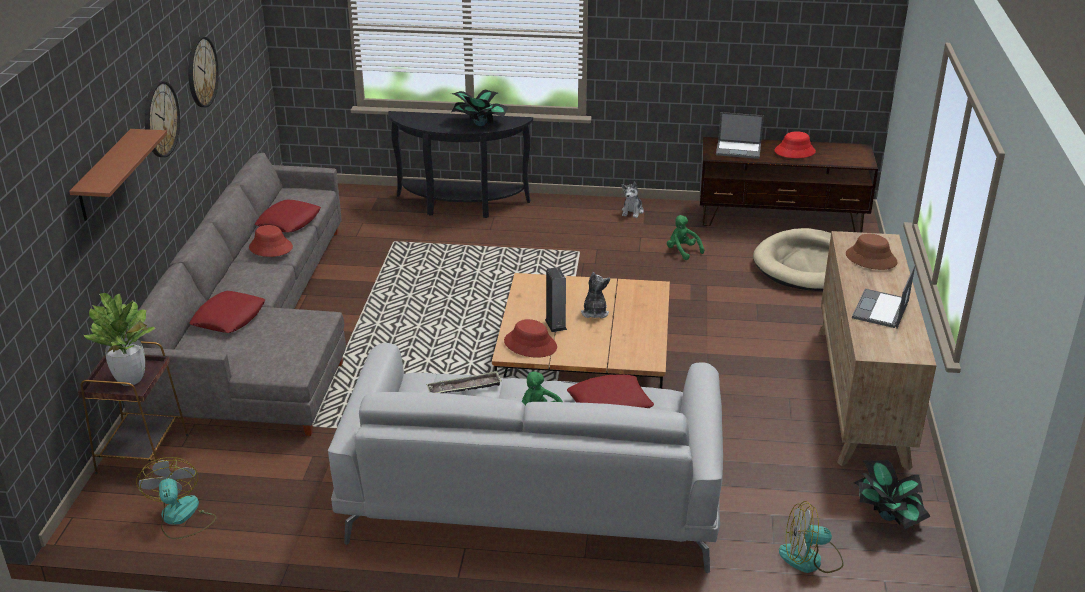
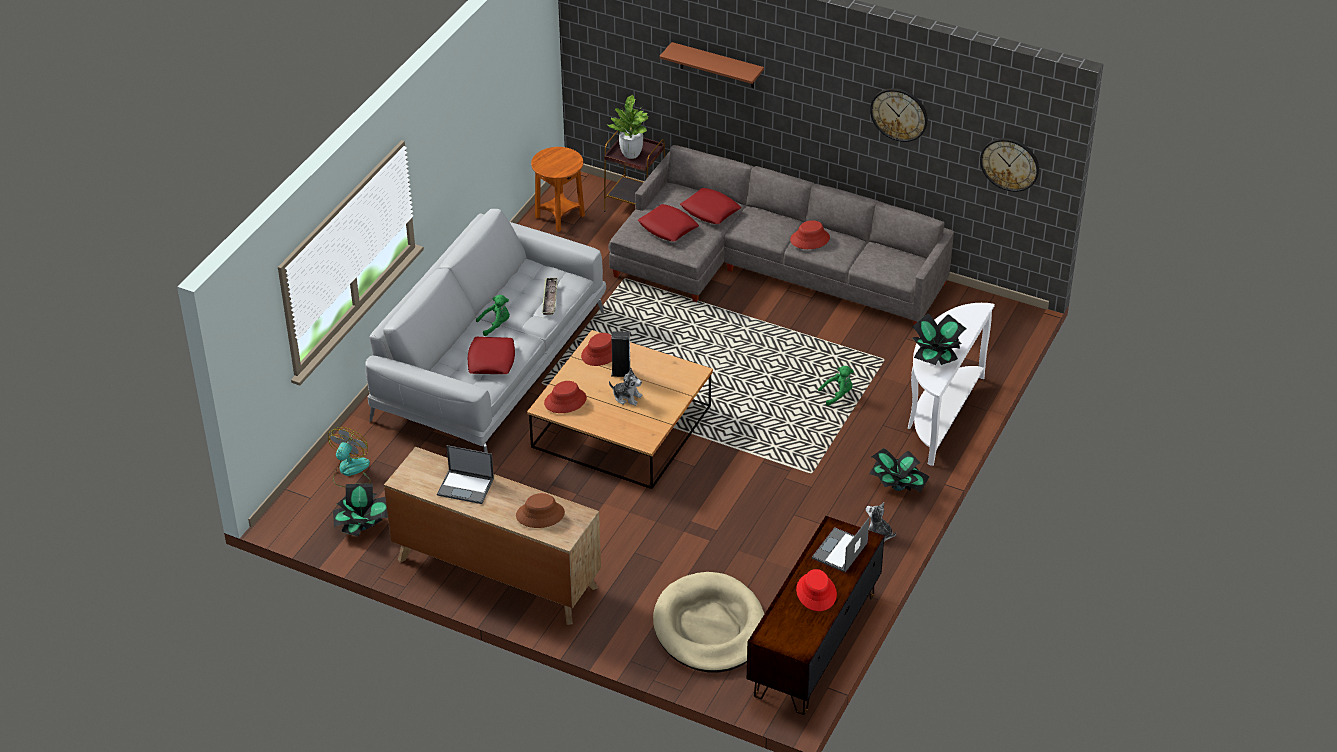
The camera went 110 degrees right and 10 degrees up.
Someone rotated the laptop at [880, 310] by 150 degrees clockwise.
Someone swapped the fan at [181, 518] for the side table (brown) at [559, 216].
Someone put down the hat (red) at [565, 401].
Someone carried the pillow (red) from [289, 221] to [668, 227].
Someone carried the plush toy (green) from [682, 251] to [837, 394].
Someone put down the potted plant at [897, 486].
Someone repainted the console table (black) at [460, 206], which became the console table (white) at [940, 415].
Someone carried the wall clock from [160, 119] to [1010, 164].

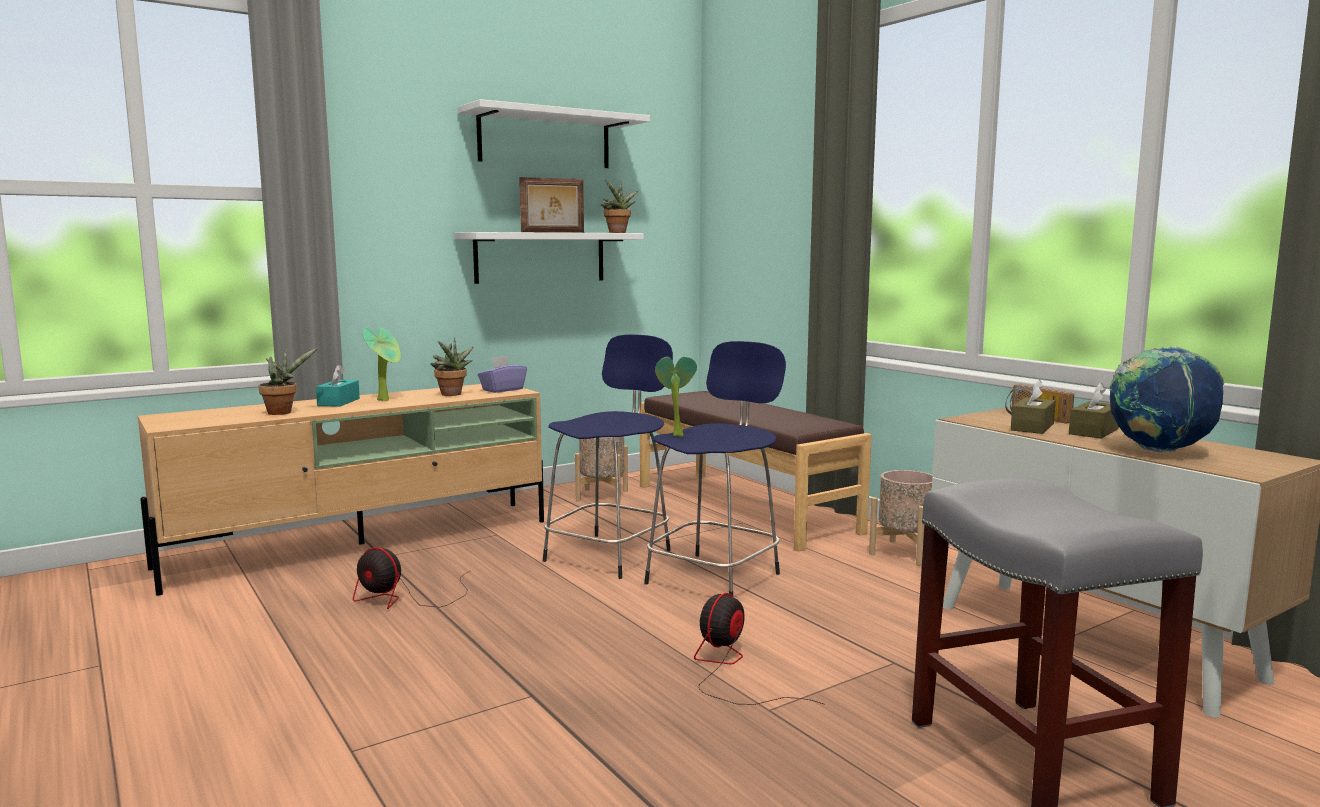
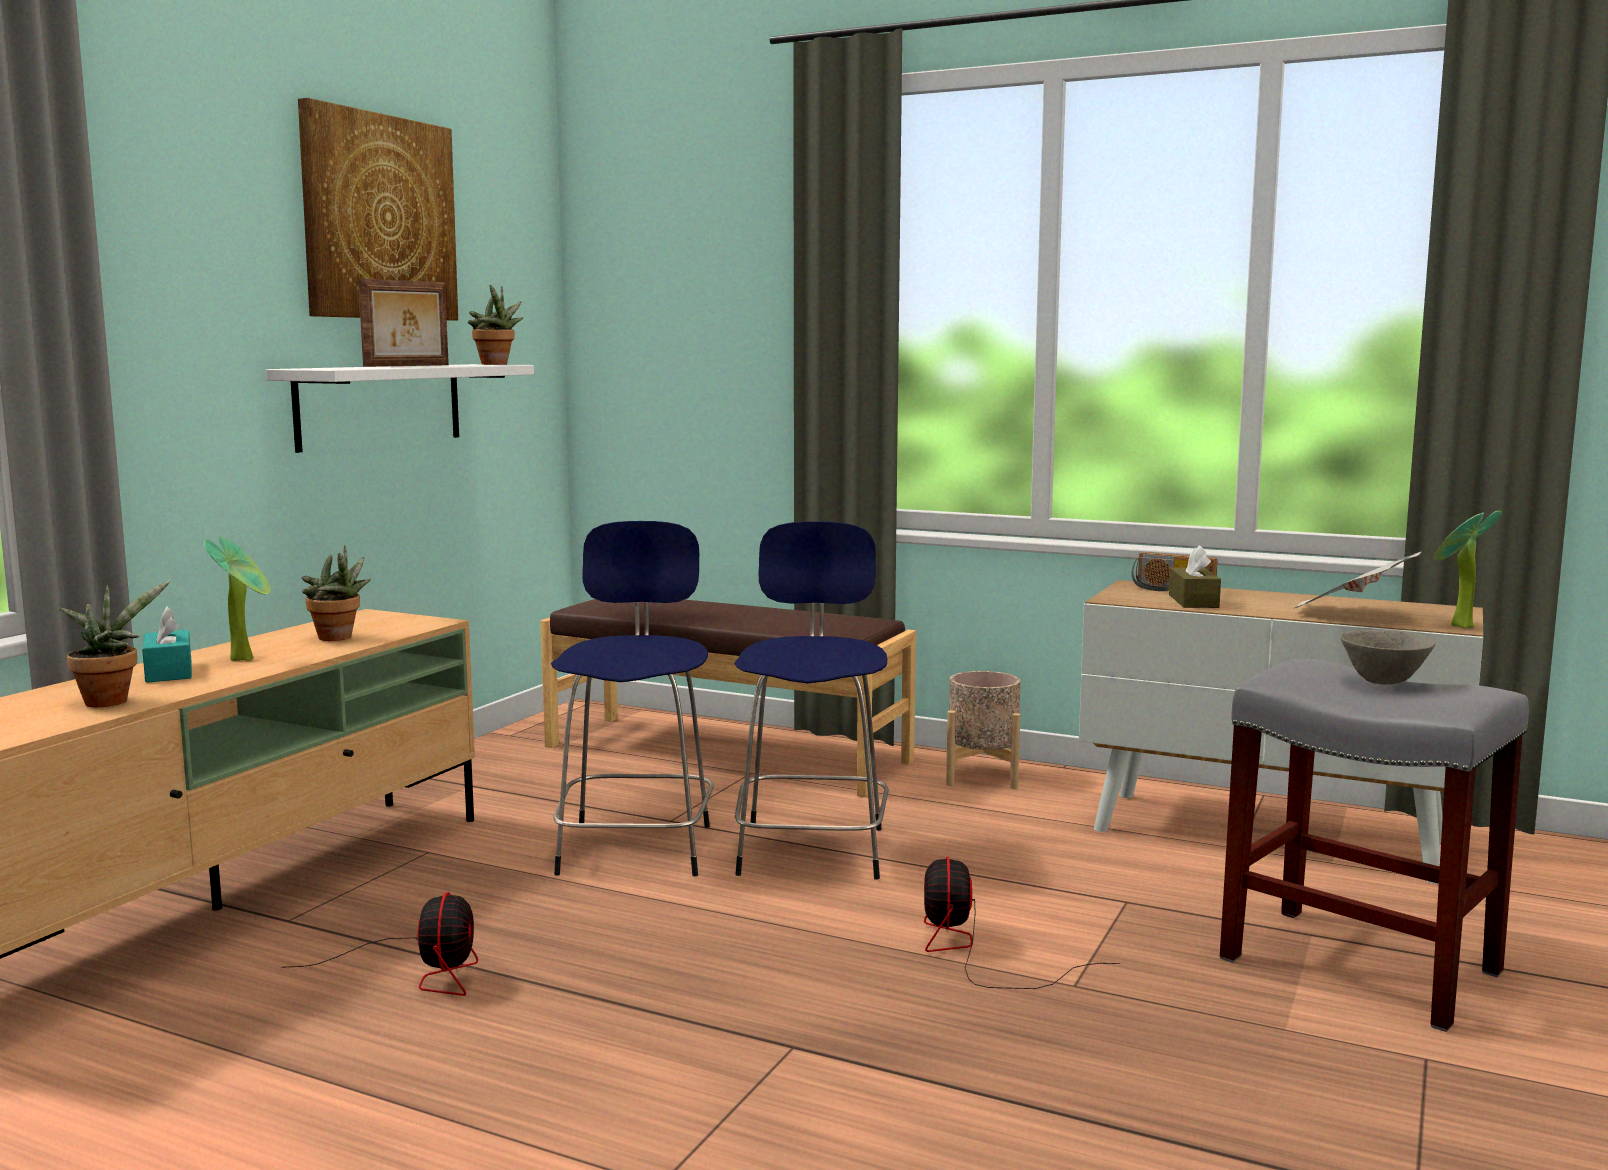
The camera went 30 degrees left and 0 degrees up.
Someone rotated the fan at [406, 598] by 90 degrees counterclockwise.
Someone swapped the shelf (white) at [545, 139] for the picture at [379, 218].
Someone swapped the globe at [1158, 451] for the newspaper at [1350, 614].
Someone put down the bowl (grey) at [1383, 682].
Someone carried the potted plant from [675, 435] to [1457, 627].
Someone took away the tissue box (purple) at [502, 390].
Someone took away the planter (beige) at [602, 496].
Someone took away the tissue box (brown) at [1093, 431].

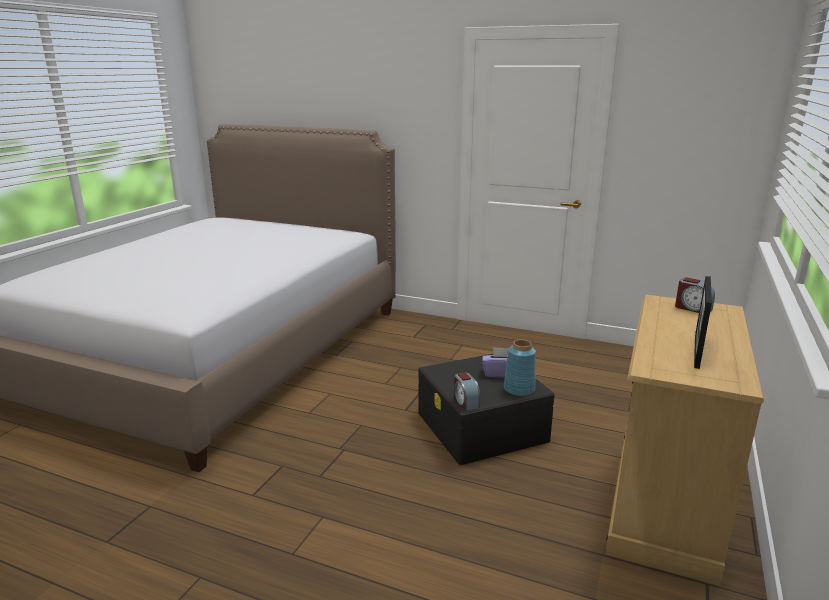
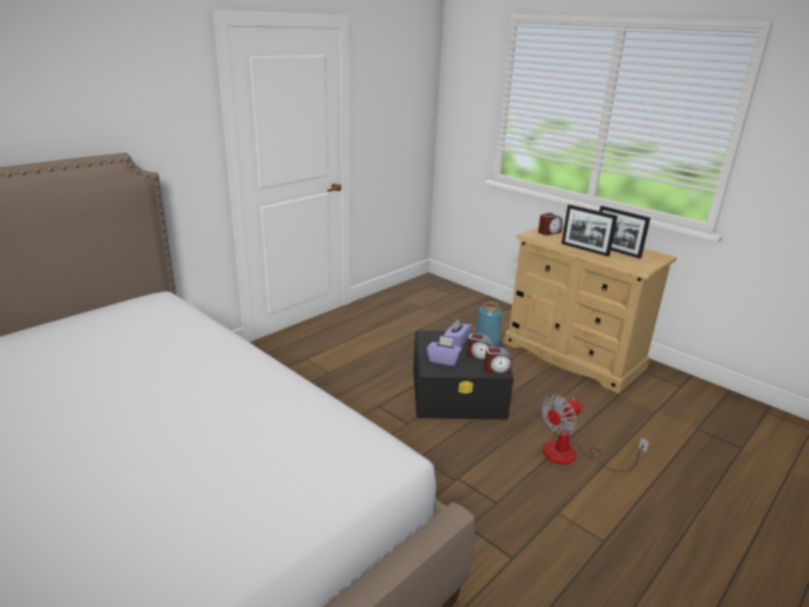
The camera went 70 degrees left and 5 degrees up.
Someone put down the tissue box (purple) at [443, 360].
Someone put down the alarm clock at [479, 356].
Someone put down the fan at [572, 456].
Someone put down the picture frame at [584, 249].

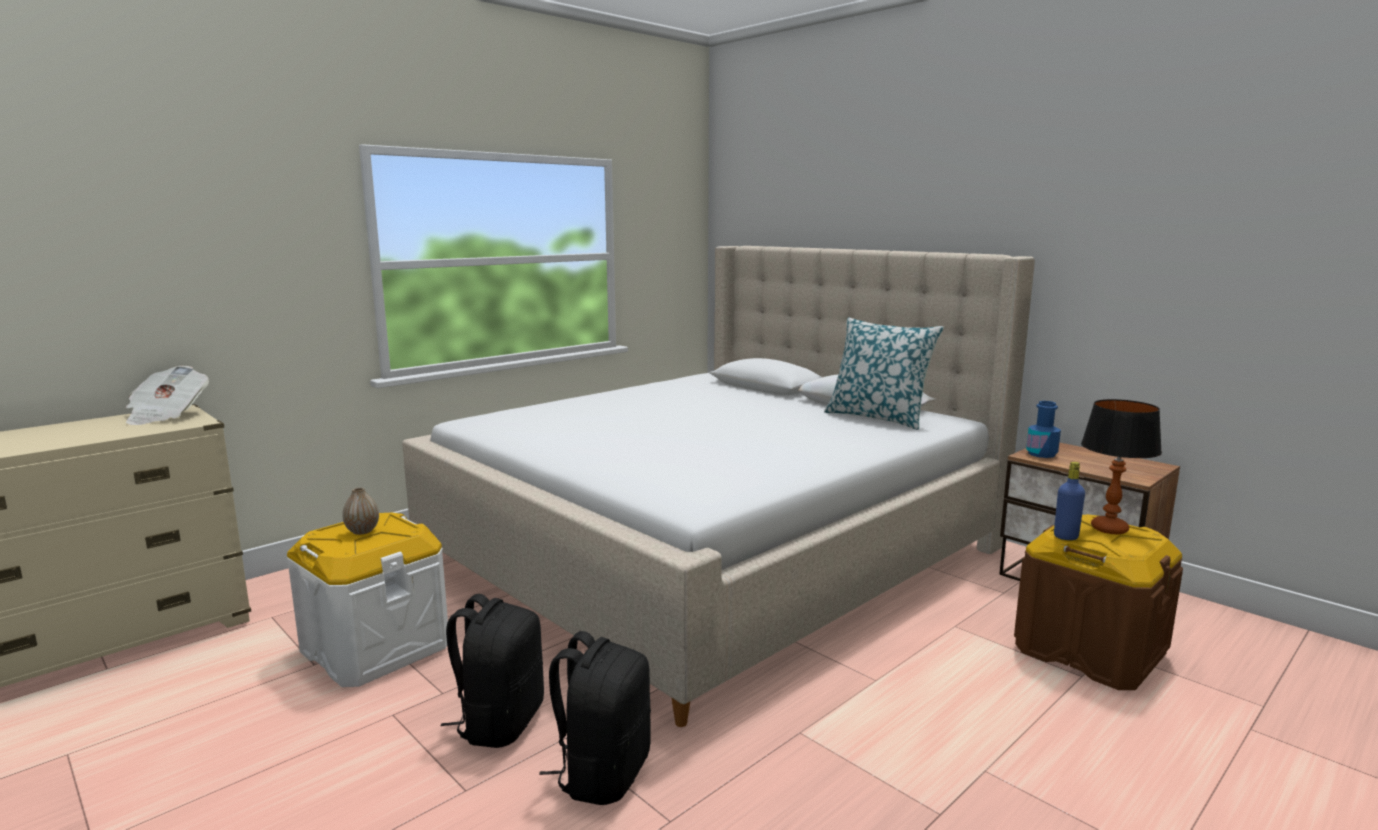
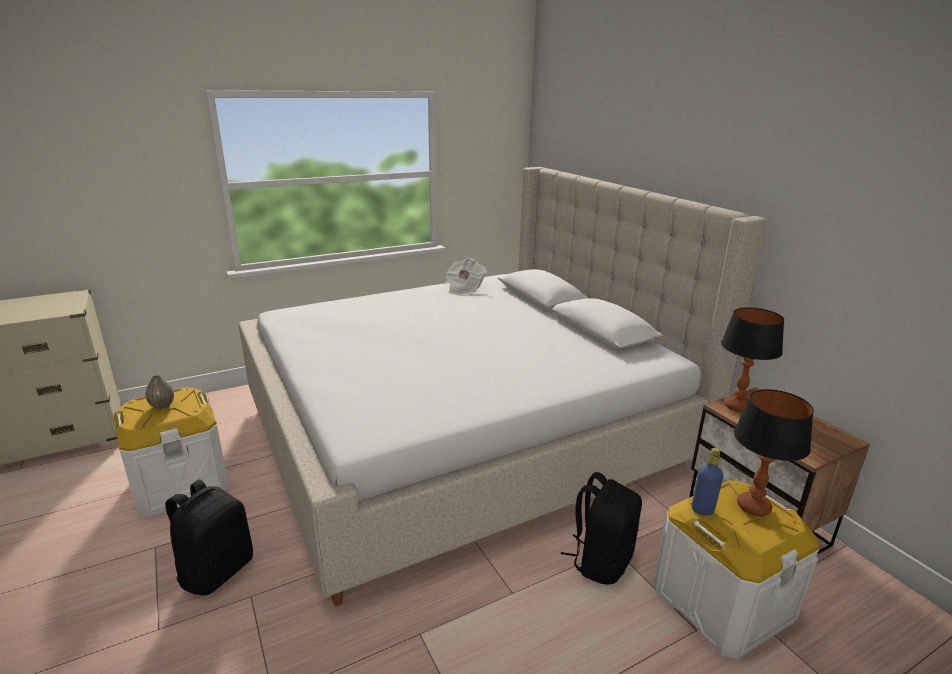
The camera went 15 degrees right and 10 degrees up.
Someone carried the newspaper from [167, 415] to [464, 288].
Someone carried the backpack (black) from [602, 773] to [601, 561].
Someone repainted the storage box (brown) at [1090, 651], which became the storage box (white) at [721, 602].
Someone swapped the bottle (blue) at [1041, 454] for the table lamp at [738, 407].
Someone took away the pillow at [878, 418].

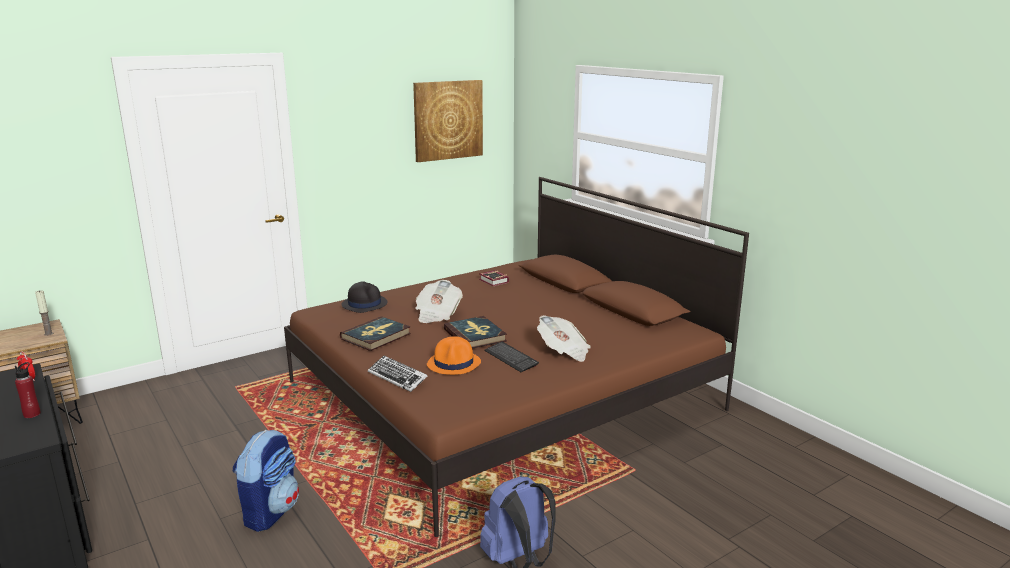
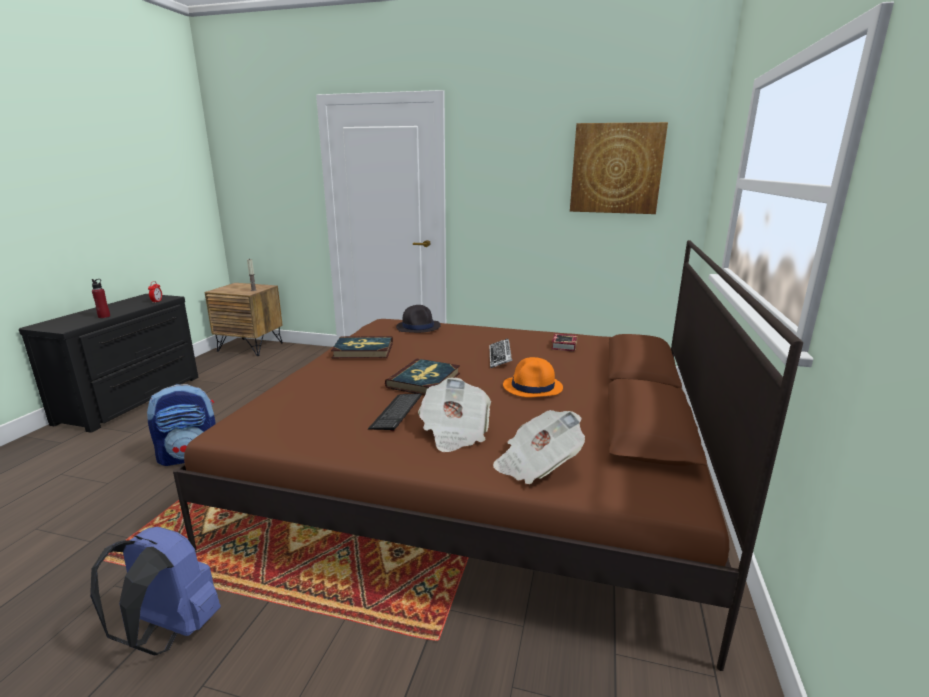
The camera went 50 degrees right and 0 degrees up.
Someone carried the keyboard from [397, 377] to [500, 357].
Someone carried the newspaper from [437, 314] to [536, 465].
Someone carried the hat (orange) from [454, 364] to [533, 387].

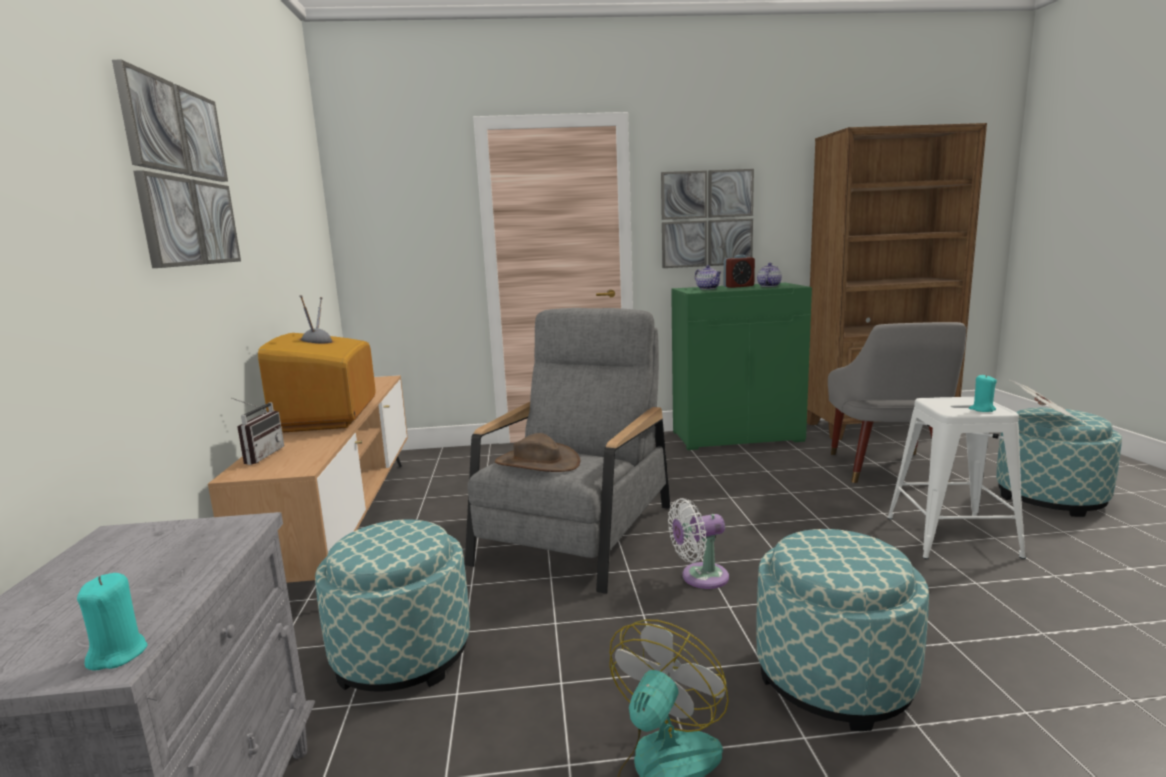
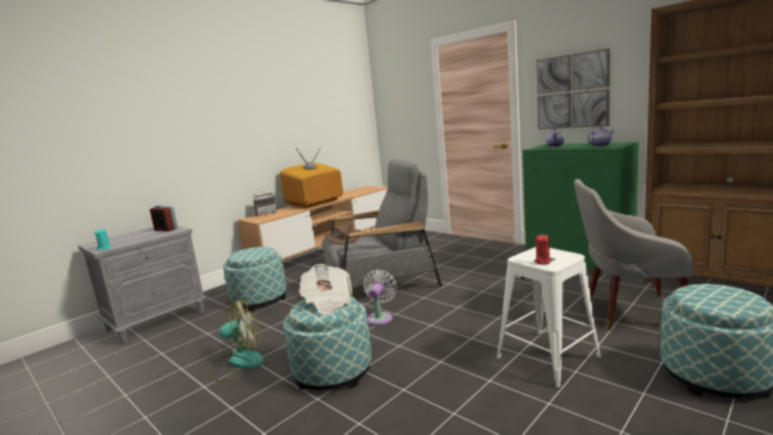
The camera went 50 degrees right and 0 degrees up.
Someone carried the alarm clock from [738, 286] to [166, 229].
Someone carried the newspaper from [1044, 417] to [328, 302].
Someone rotated the fan (white) at [700, 577] by 75 degrees clockwise.
Someone repainted the candle (turquoise) at [982, 409], which became the candle (red) at [542, 261].
Someone rotated the armchair (grey) at [888, 470] by 45 degrees clockwise.
Someone took away the picture at [182, 176].

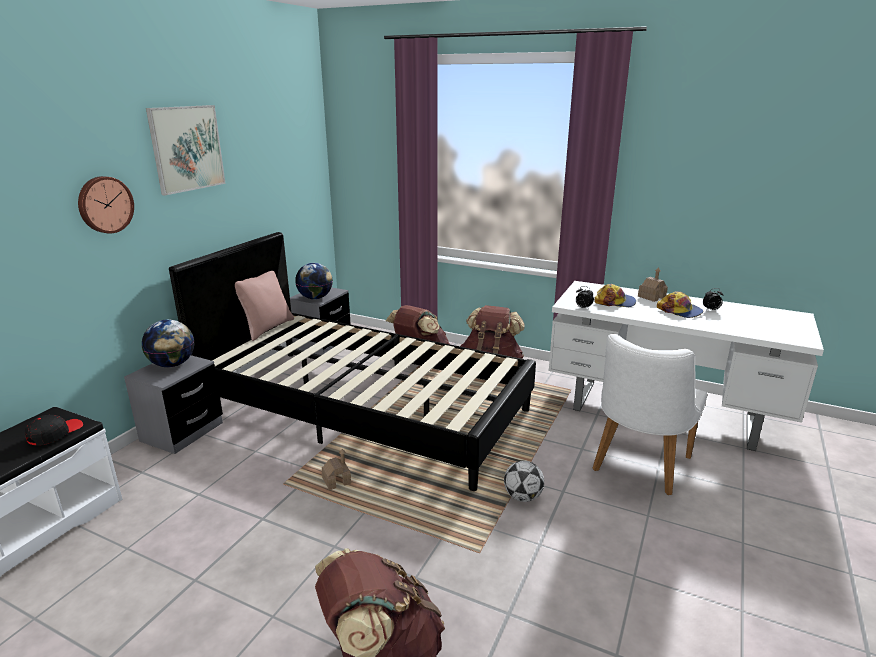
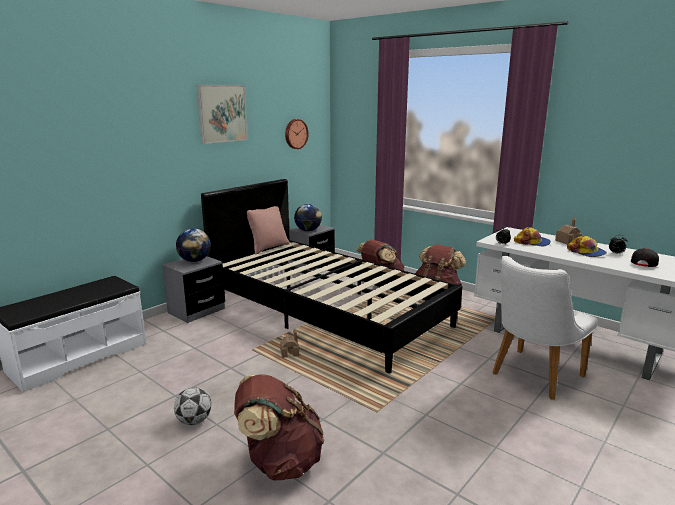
The camera went 15 degrees right and 5 degrees down.
Someone carried the football from [522, 497] to [194, 421].
Someone carried the wall clock from [104, 204] to [295, 134].
Someone carried the cap (black) from [55, 434] to [644, 263].

